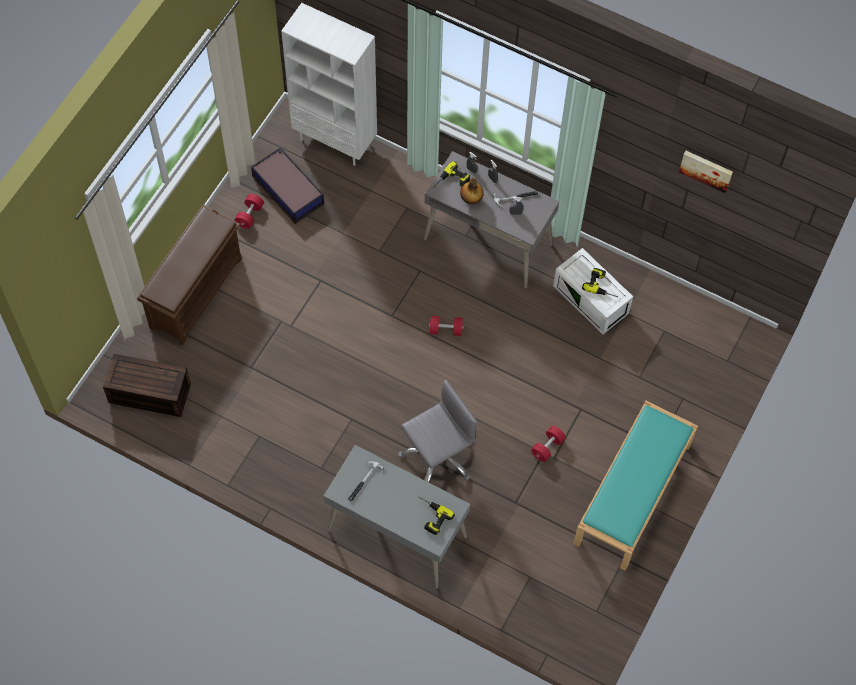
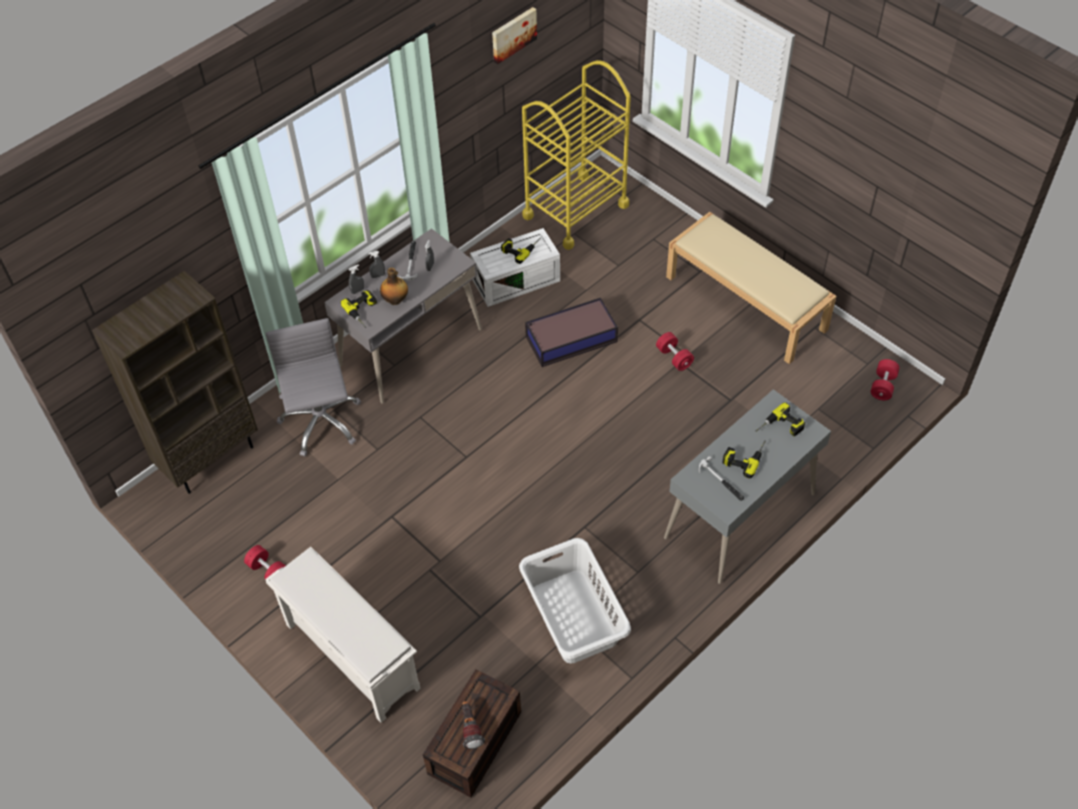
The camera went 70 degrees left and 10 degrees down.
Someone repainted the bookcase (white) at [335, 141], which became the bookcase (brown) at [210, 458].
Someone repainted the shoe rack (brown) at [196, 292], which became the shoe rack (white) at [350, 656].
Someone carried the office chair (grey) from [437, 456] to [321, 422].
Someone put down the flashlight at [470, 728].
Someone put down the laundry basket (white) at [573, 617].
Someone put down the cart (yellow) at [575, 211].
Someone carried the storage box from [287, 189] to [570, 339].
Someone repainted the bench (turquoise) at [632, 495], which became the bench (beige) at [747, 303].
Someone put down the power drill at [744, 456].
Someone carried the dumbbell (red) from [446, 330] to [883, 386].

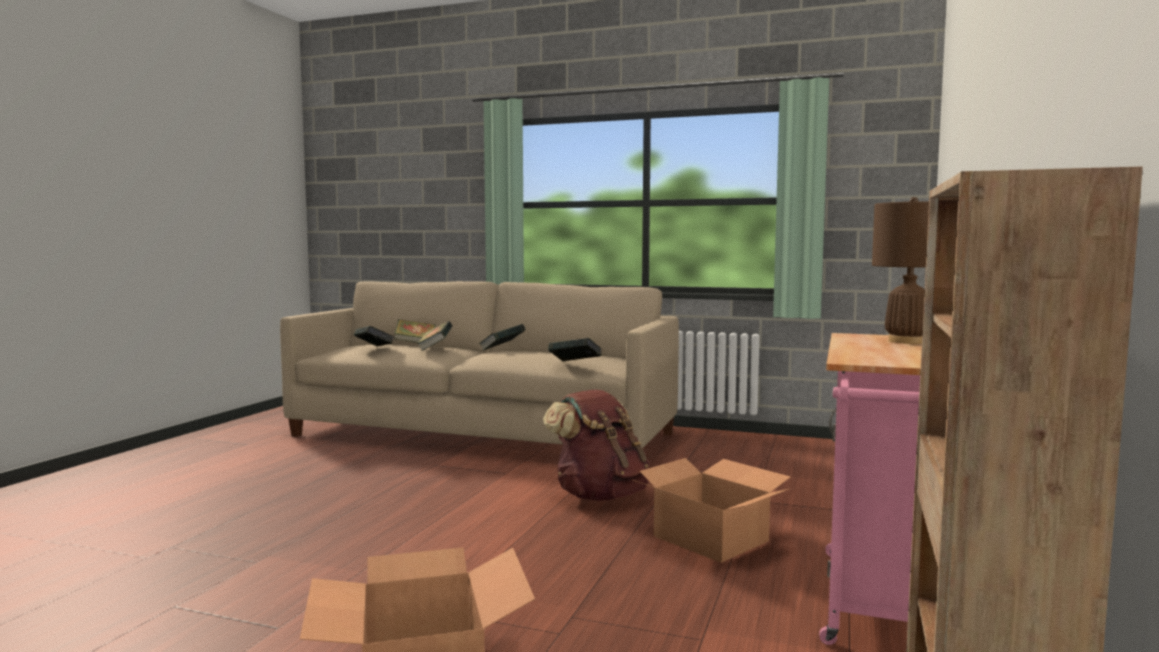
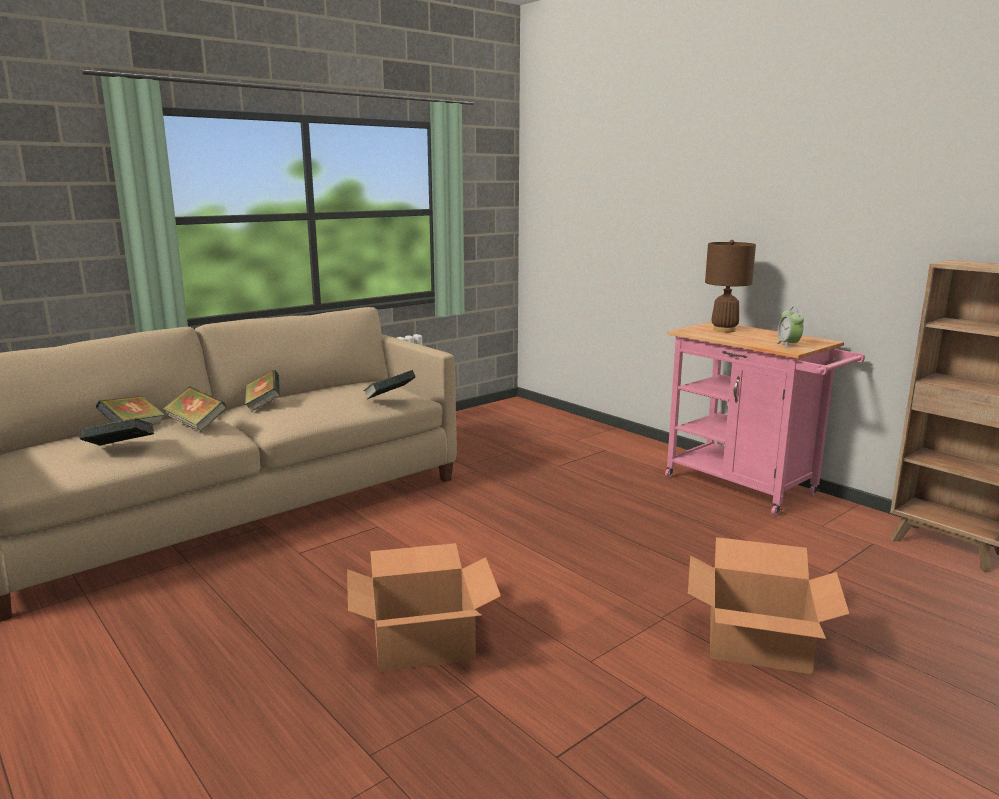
The camera went 60 degrees left and 10 degrees up.
Someone carried the cardboard box from [711, 538] to [422, 640].
Someone put down the alarm clock at [788, 345].
Someone took away the backpack (brown) at [600, 495].

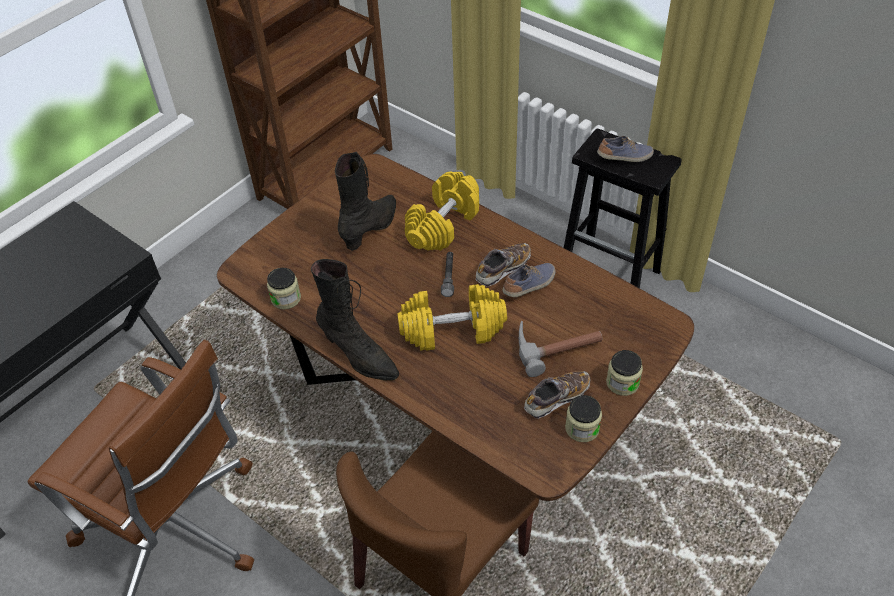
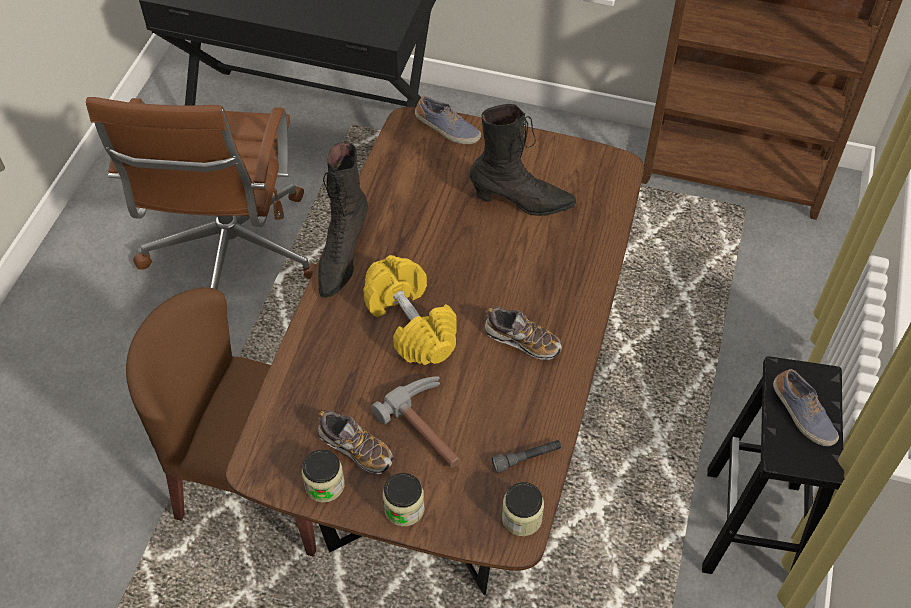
The camera went 65 degrees right and 5 degrees up.
Someone carried the shoe from [530, 286] to [447, 130].
Someone carried the flashlight (grey) from [448, 277] to [527, 458].
Someone carried the jar from [286, 298] to [521, 518].
Someone took away the dumbbell (yellow) at [443, 225].

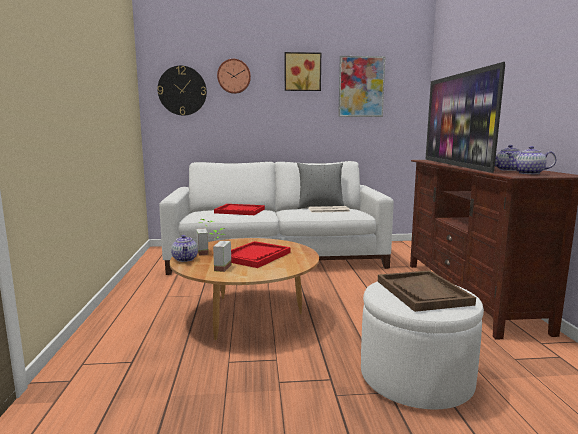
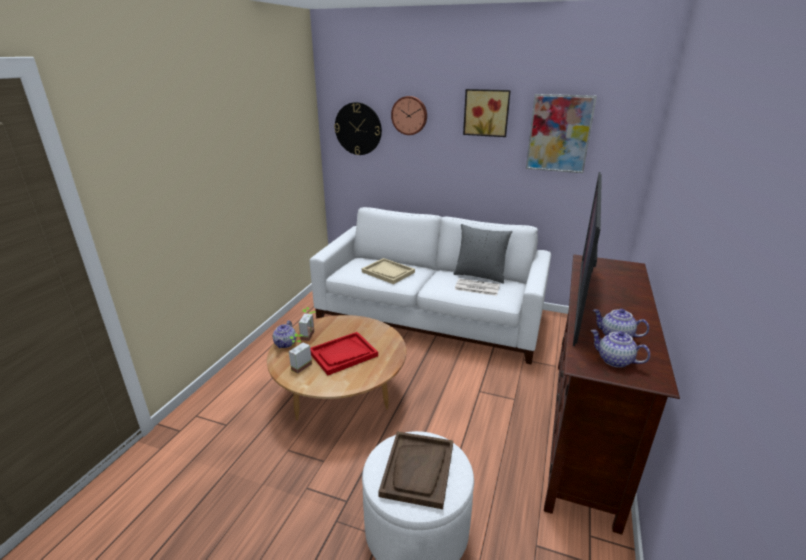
The camera went 25 degrees right and 15 degrees up.
Someone repainted the tray (red) at [240, 211], which became the tray (beige) at [388, 272].

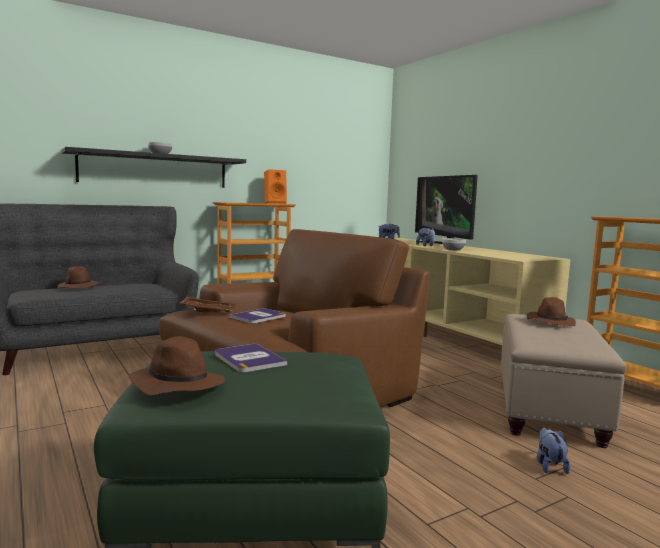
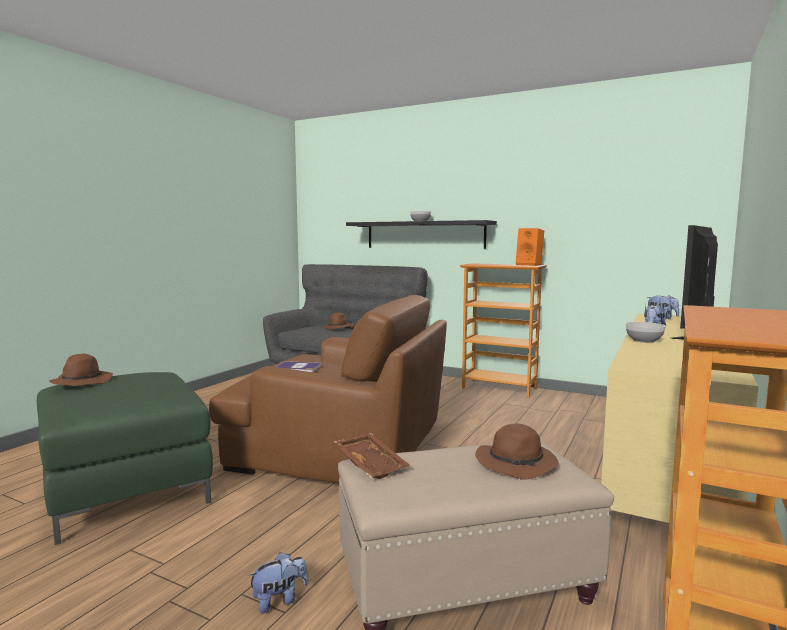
The camera went 60 degrees right and 0 degrees up.
Someone carried the tray (brown) from [209, 311] to [372, 464].
Someone took away the book at [248, 359].

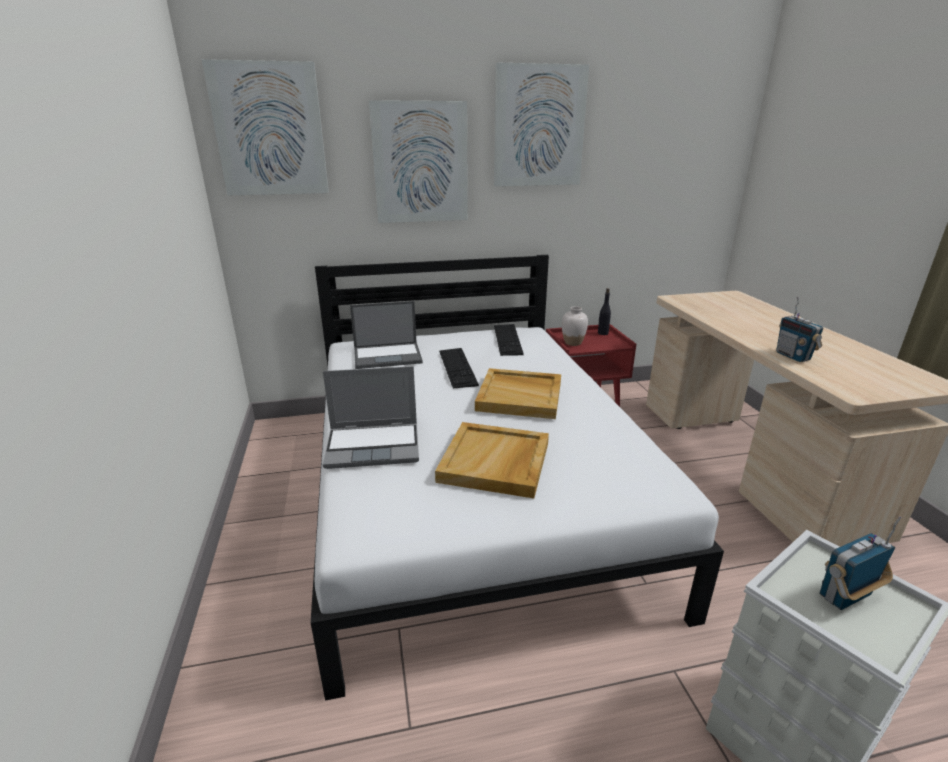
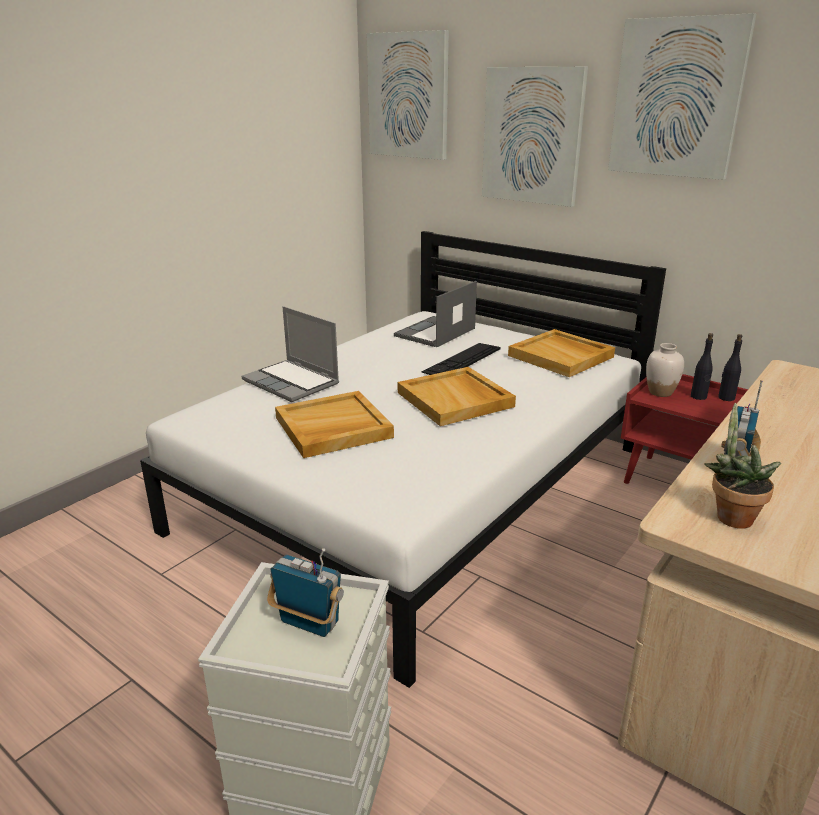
The camera went 50 degrees right and 0 degrees up.
Someone rotated the laptop at [388, 356] by 90 degrees clockwise.
Someone swapped the keyboard at [507, 339] for the tray (beige) at [561, 356].
Someone put down the bottle (black) at [698, 397].
Someone put down the potted plant at [730, 516].

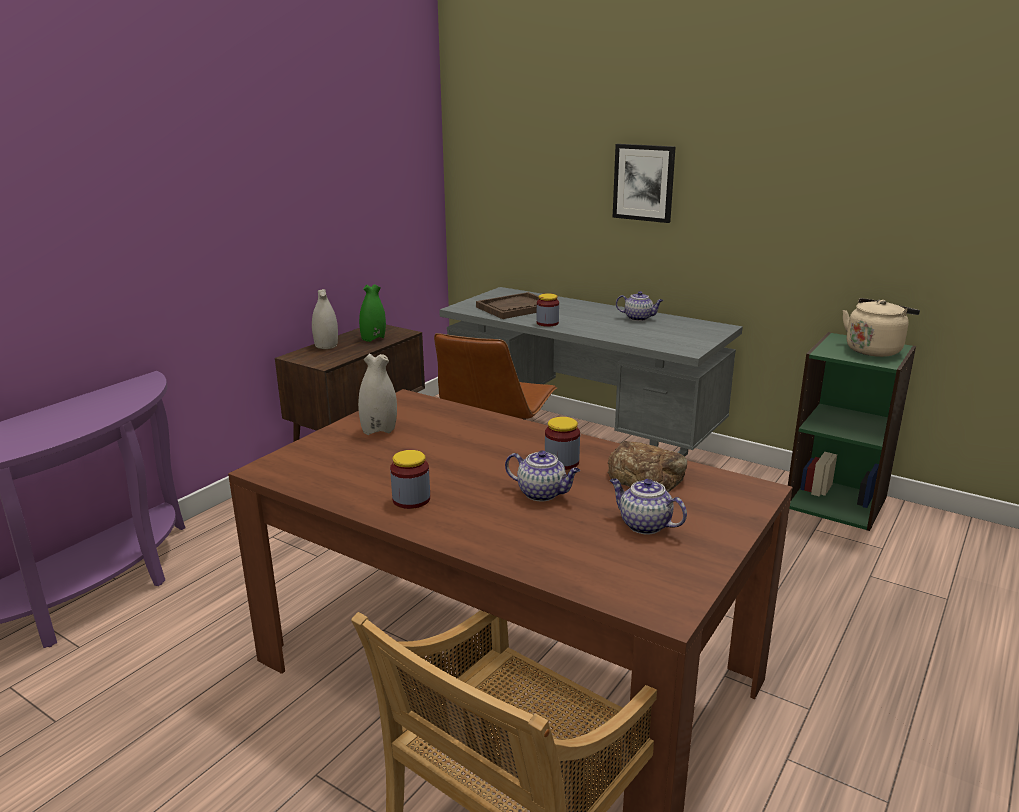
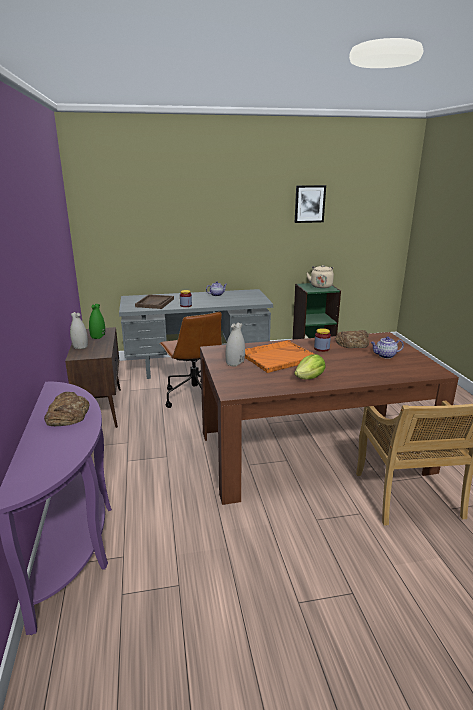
The camera went 45 degrees left and 0 degrees up.
Someone put down the bread at [67, 414].
Someone put down the tray (orange) at [277, 357].
Someone swapped the jar at [411, 499] for the lettuce at [310, 378].
Someone carried the picture from [644, 182] to [309, 204].
Someone took away the teapot at [542, 493].

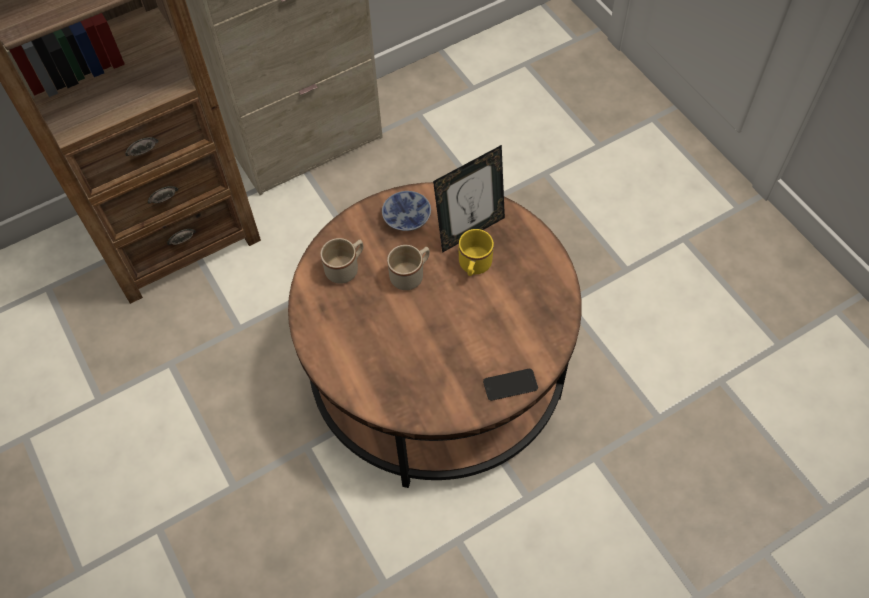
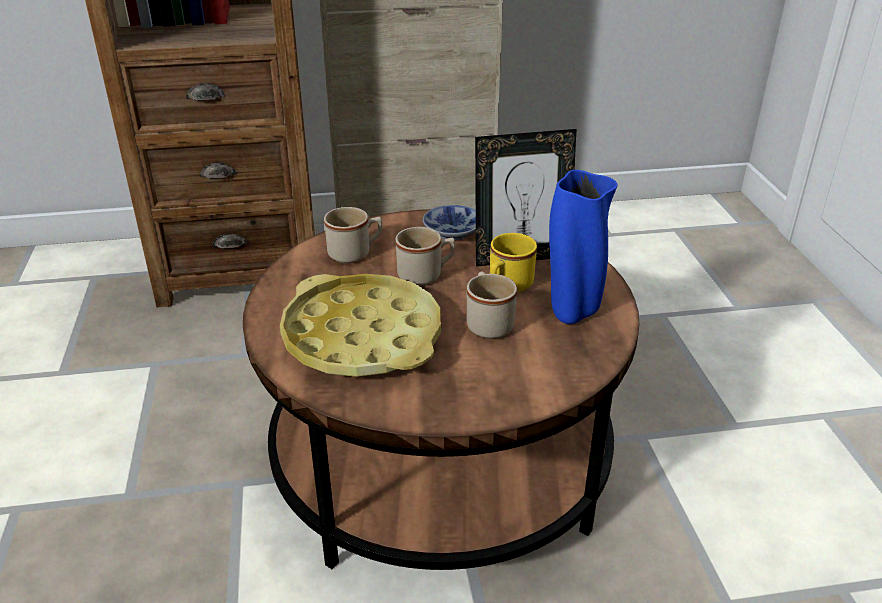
The camera went 20 degrees right and 25 degrees down.
Someone put down the tray (yellow) at [362, 337].
Someone put down the mug (beige) at [488, 322].
Someone put down the vase (blue) at [572, 313].
Someone took away the phone at [510, 385].

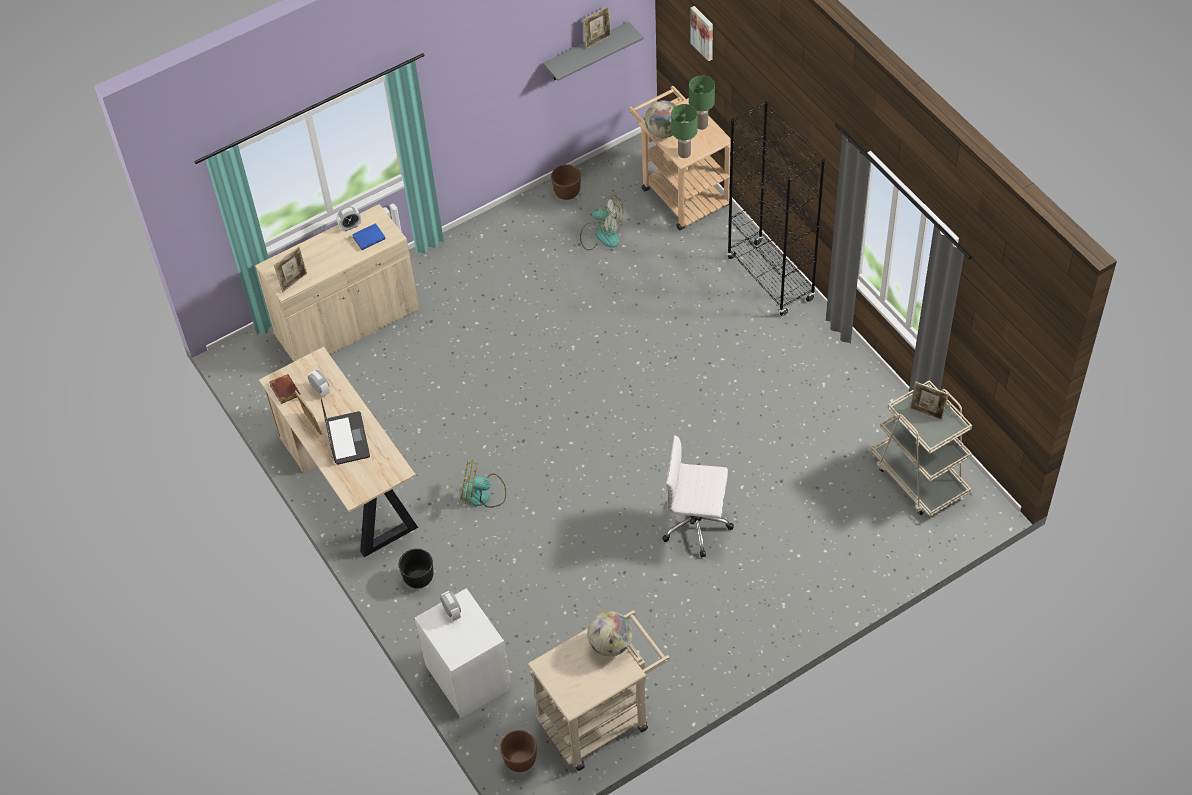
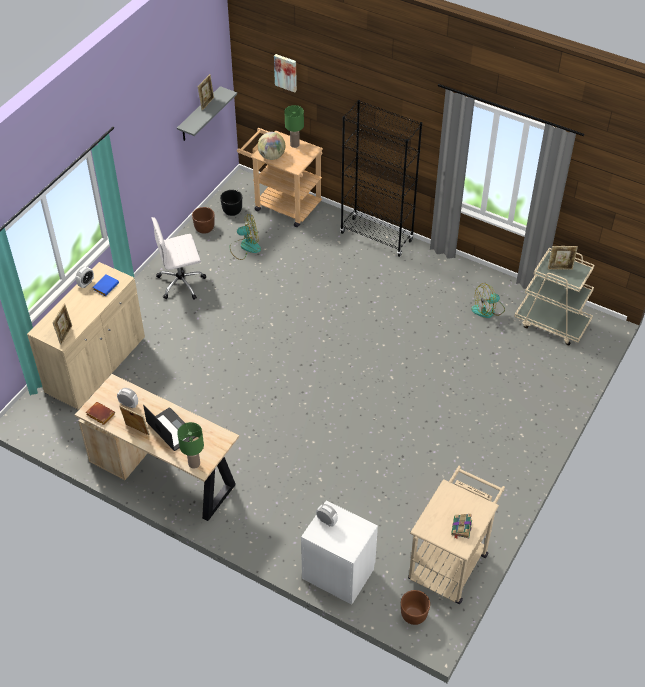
The camera went 30 degrees left and 5 degrees down.
Someone carried the office chair (white) from [697, 524] to [182, 283].
Someone carried the table lamp (green) from [684, 153] to [194, 463].
Someone carried the planter (black) from [418, 578] to [232, 211].
Someone put down the book at [461, 528].
Someone carried the fan from [483, 494] to [488, 310].
Someone took away the globe at [610, 644].

